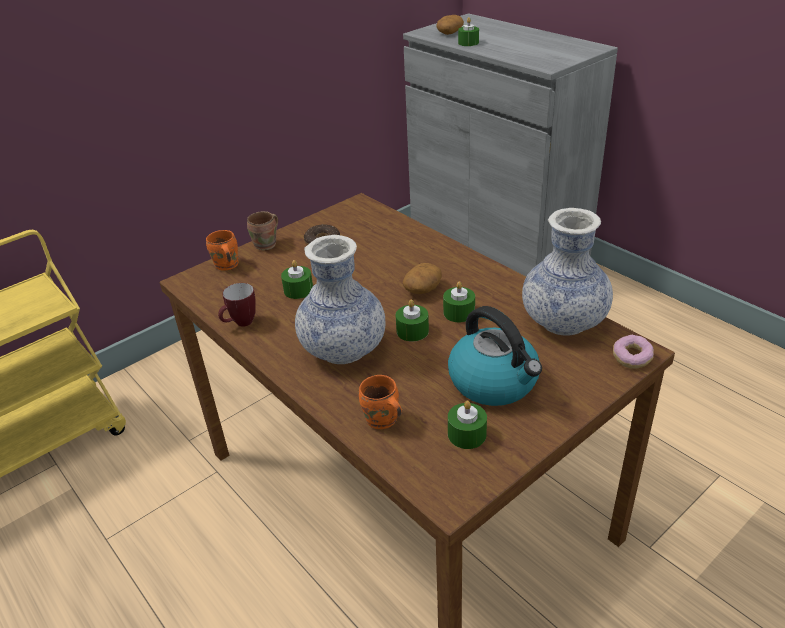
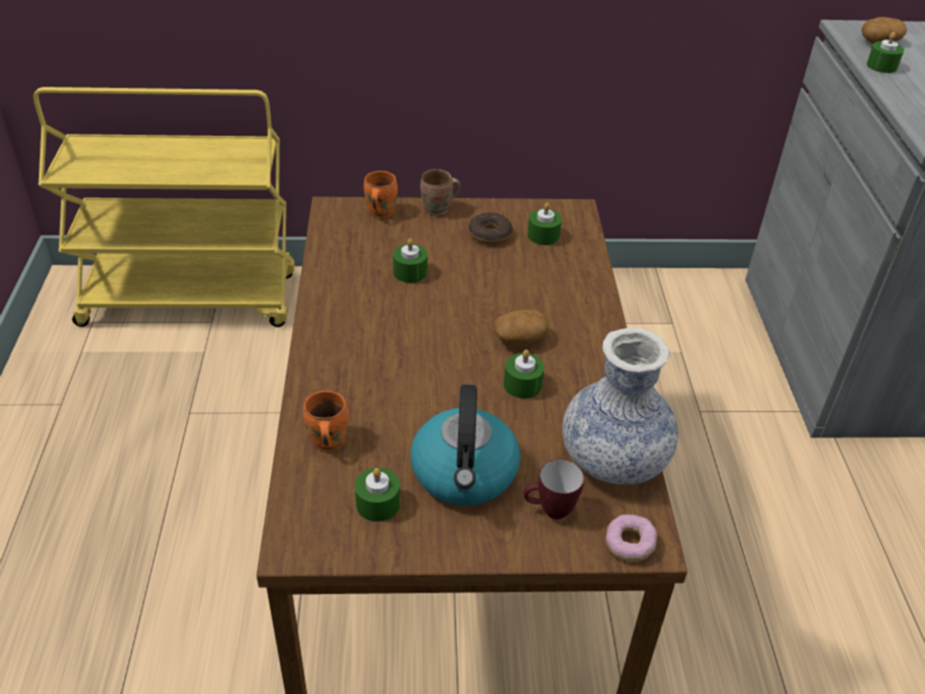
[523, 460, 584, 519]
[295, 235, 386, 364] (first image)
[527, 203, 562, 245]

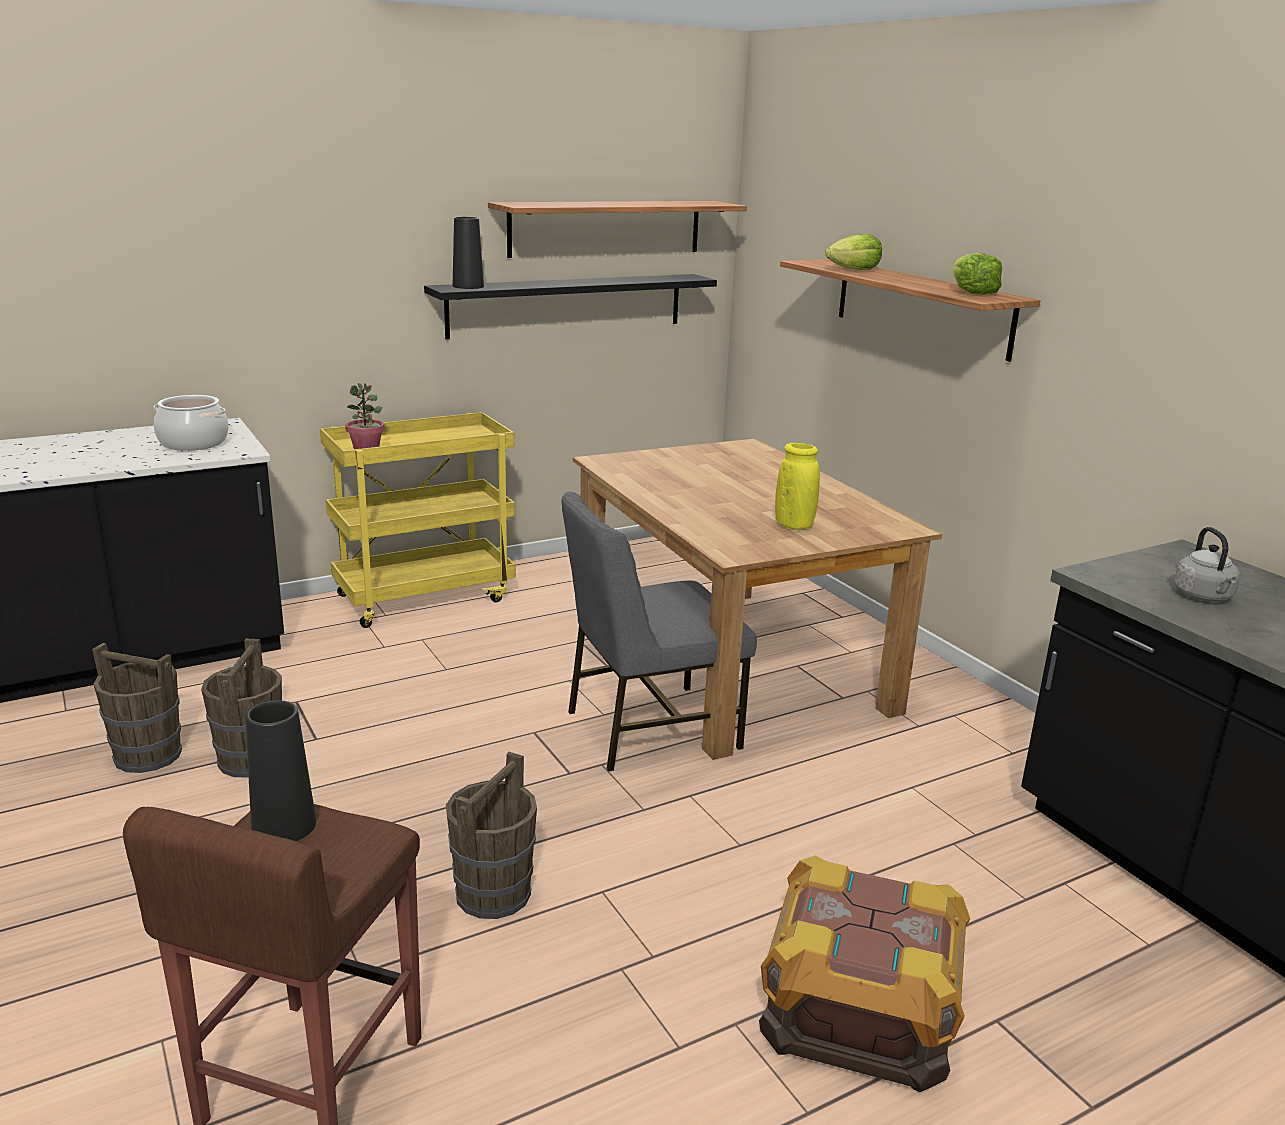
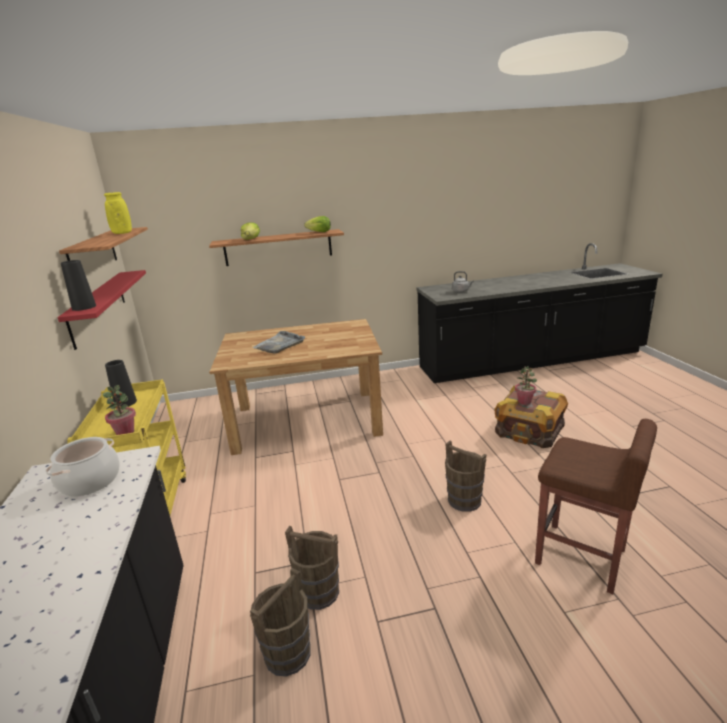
[105, 360, 137, 407]
[58, 270, 146, 350]
[562, 492, 757, 772] (first image)
[104, 192, 132, 234]
[252, 331, 305, 354]
[515, 366, 537, 405]

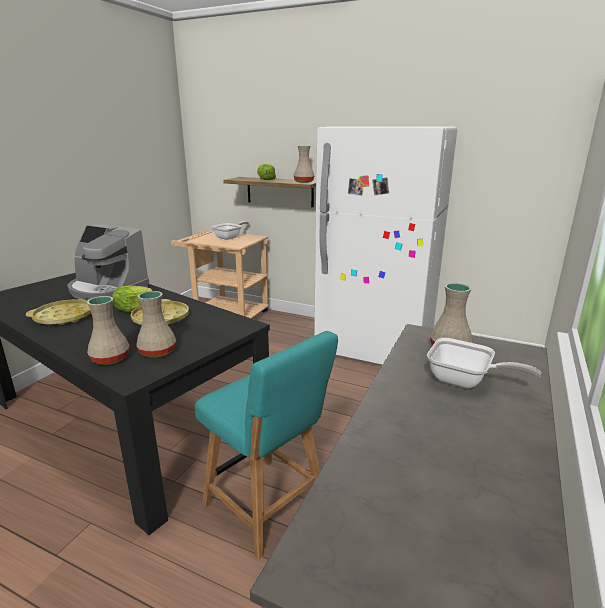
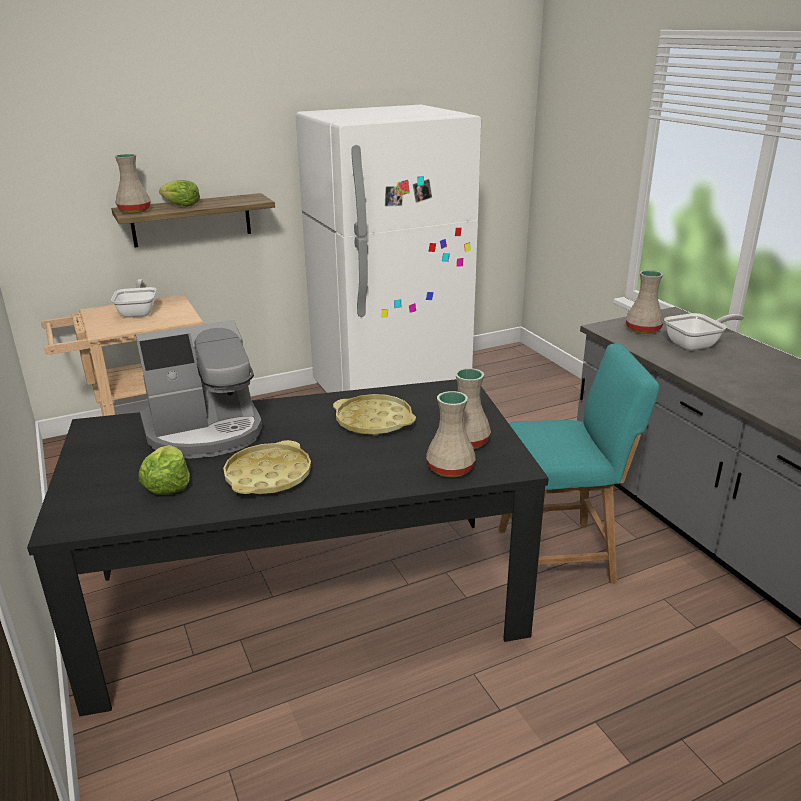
[139, 445, 190, 495]
[115, 154, 151, 213]

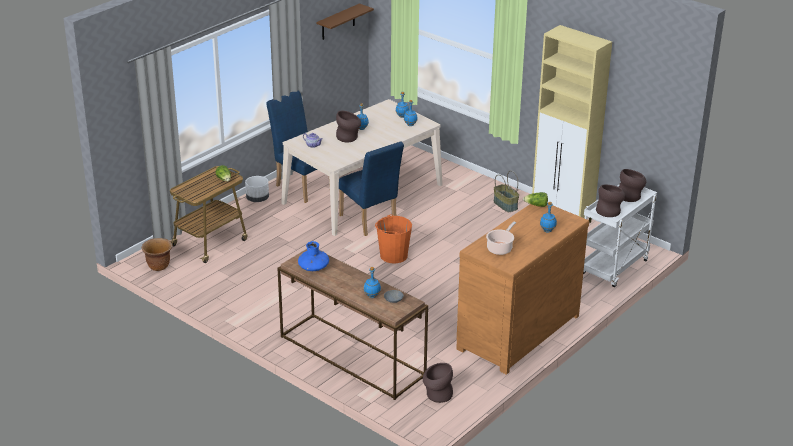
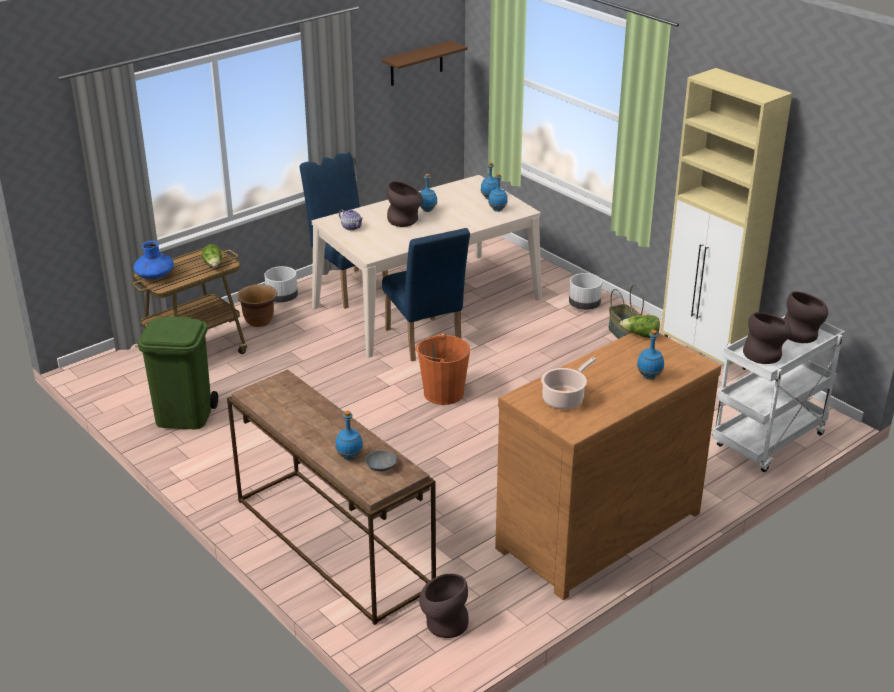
[237, 284, 277, 327]
[134, 241, 174, 279]
[138, 316, 218, 429]
[569, 273, 602, 310]

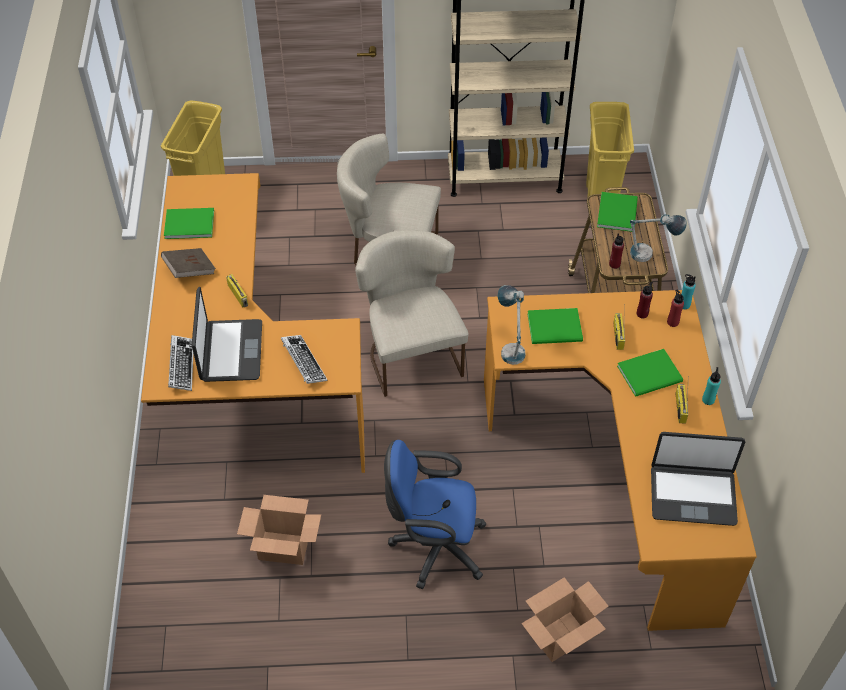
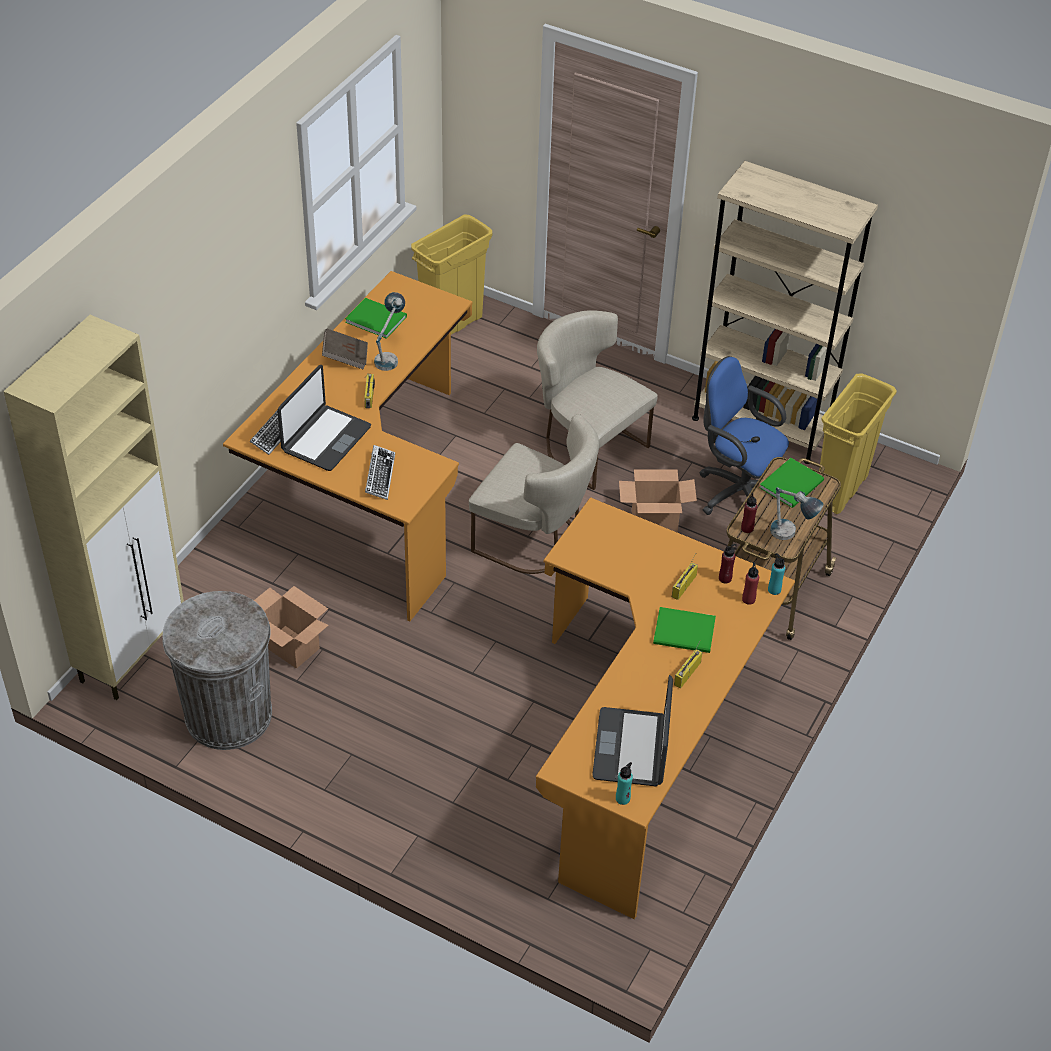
[469, 414, 599, 574]
[699, 356, 789, 515]
[374, 292, 405, 371]
[619, 469, 697, 533]
[527, 308, 583, 344] (first image)
[592, 675, 673, 786]
[616, 762, 633, 805]
[3, 315, 184, 700]
[162, 591, 272, 750]

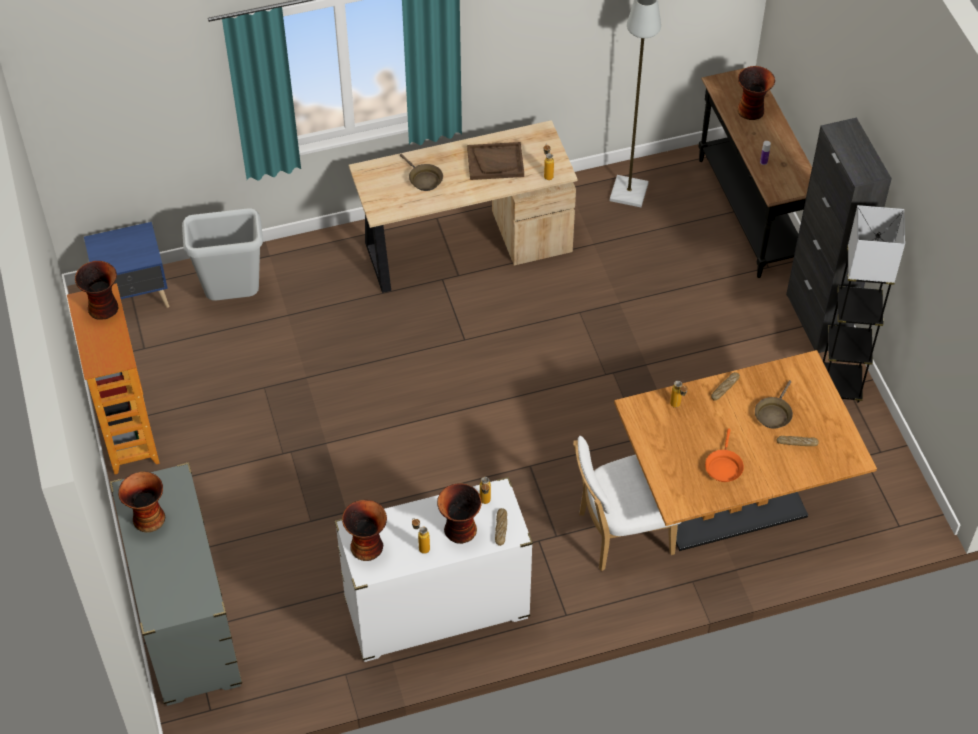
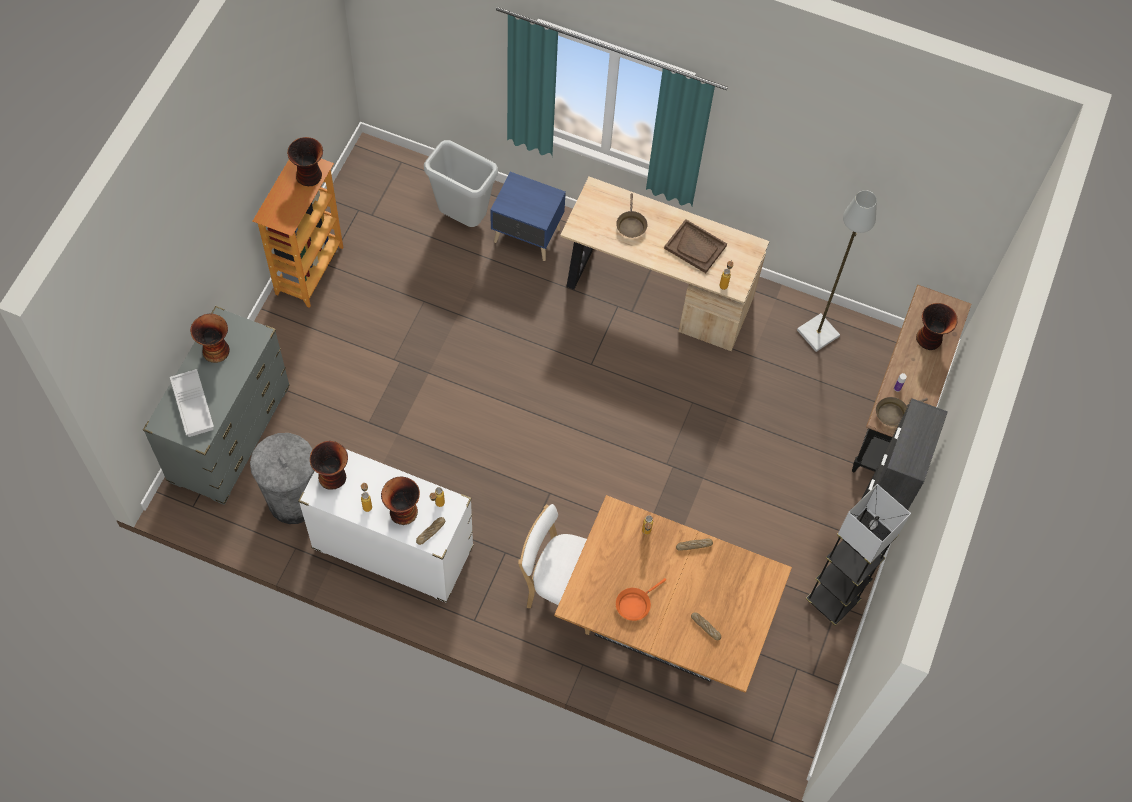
[490, 172, 566, 261]
[876, 397, 928, 427]
[170, 369, 214, 437]
[250, 433, 314, 524]

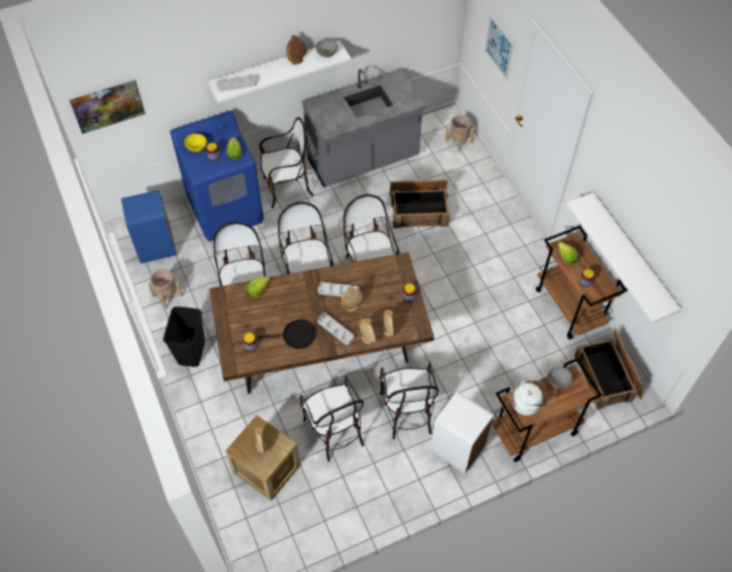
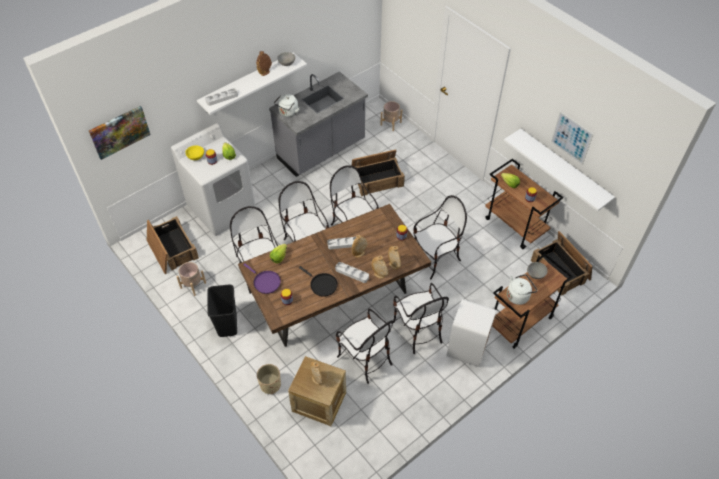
[147, 216, 199, 274]
[171, 123, 256, 236]
[299, 266, 338, 297]
[413, 195, 467, 279]
[551, 111, 594, 165]
[243, 263, 281, 294]
[257, 364, 281, 394]
[274, 94, 300, 117]

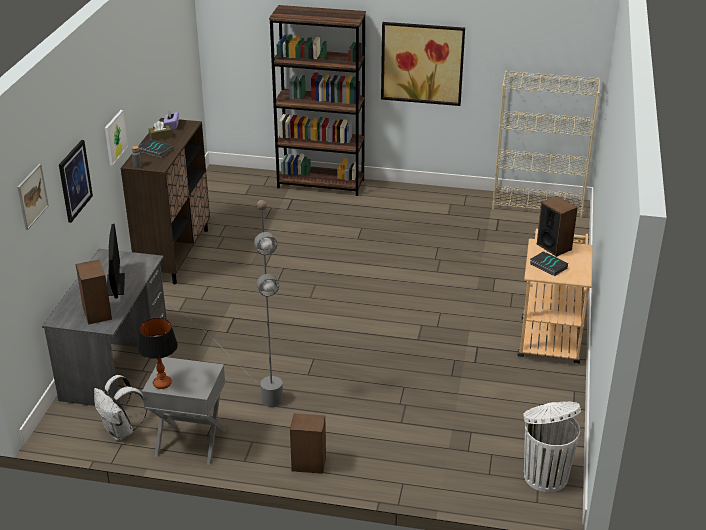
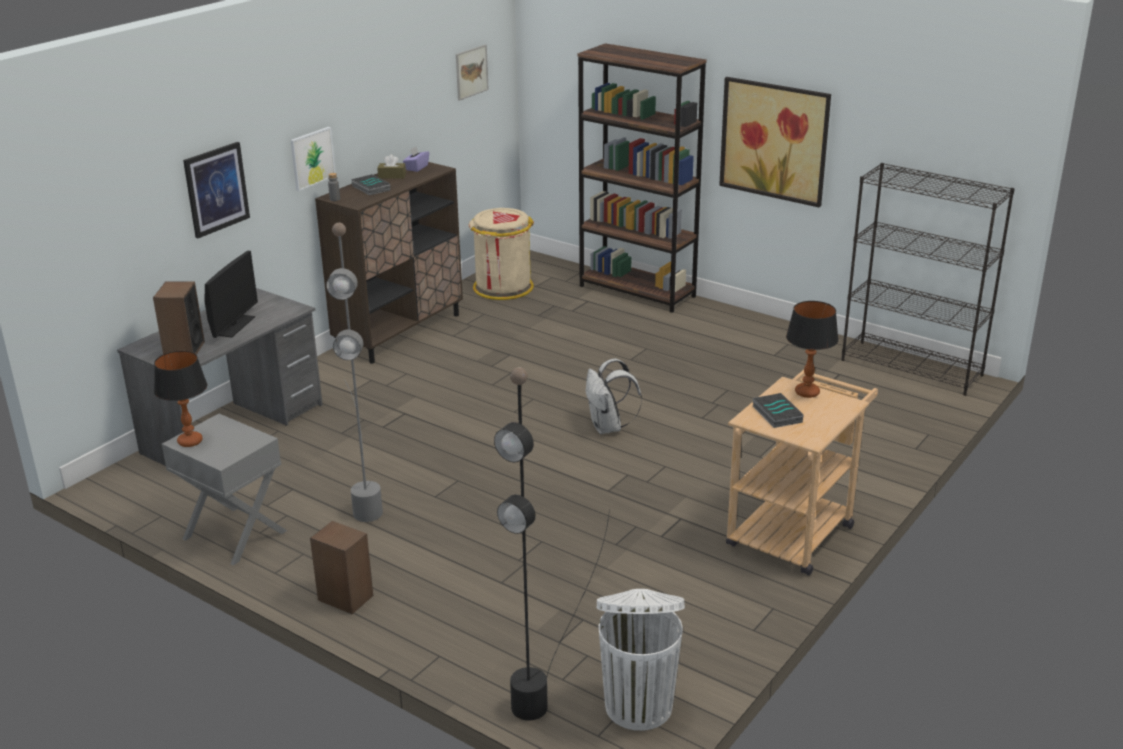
[456, 45, 489, 101]
[585, 359, 642, 434]
[842, 163, 1015, 396]
[786, 301, 839, 398]
[468, 208, 534, 300]
[494, 367, 610, 721]

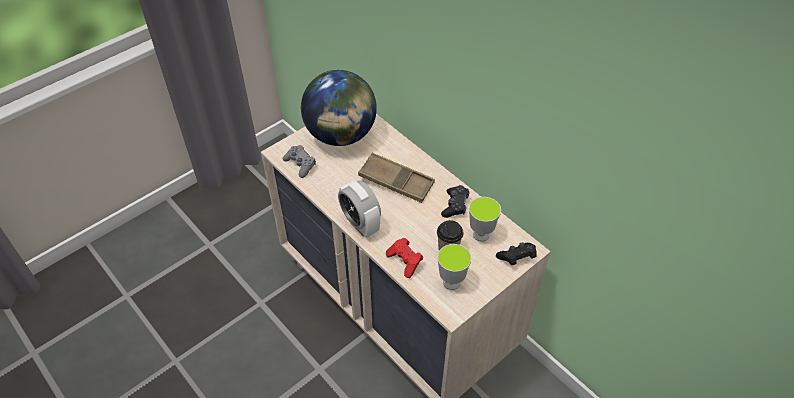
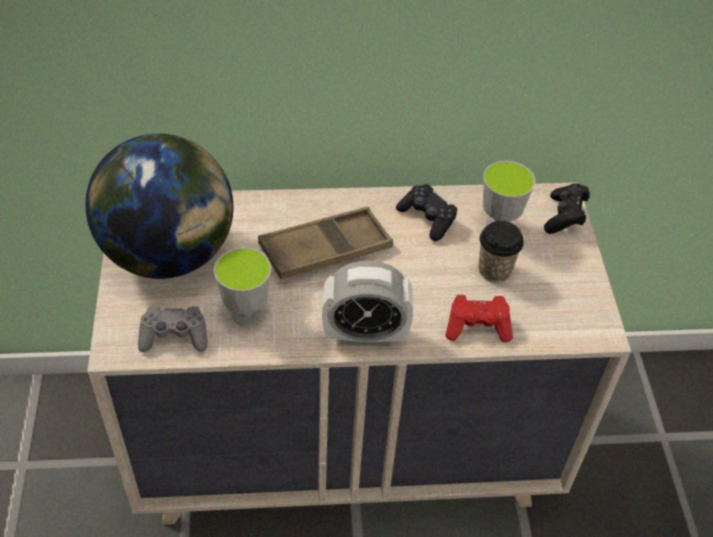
[214, 247, 271, 326]

